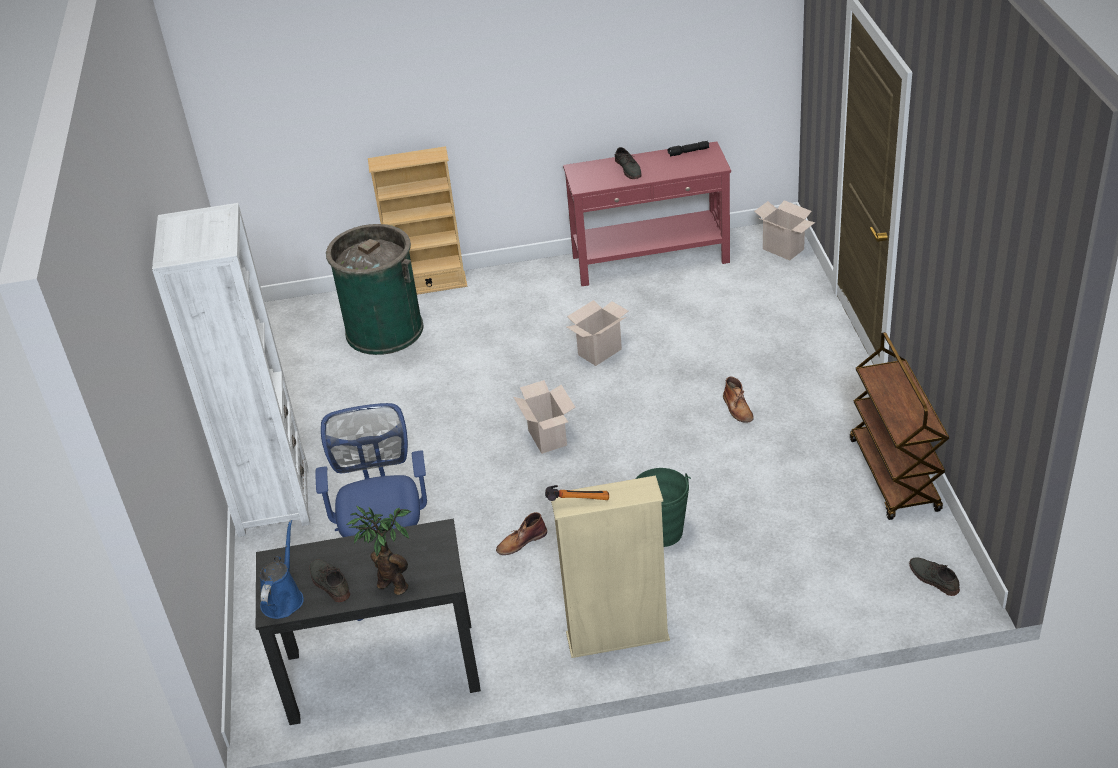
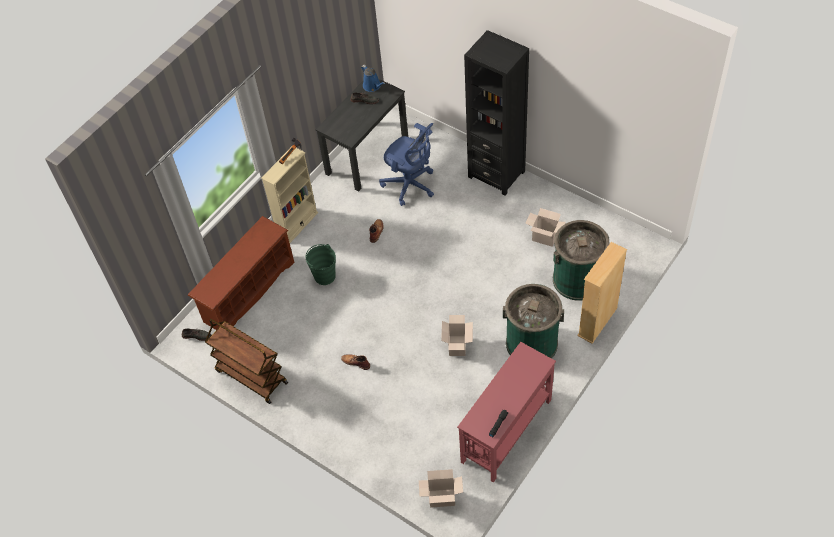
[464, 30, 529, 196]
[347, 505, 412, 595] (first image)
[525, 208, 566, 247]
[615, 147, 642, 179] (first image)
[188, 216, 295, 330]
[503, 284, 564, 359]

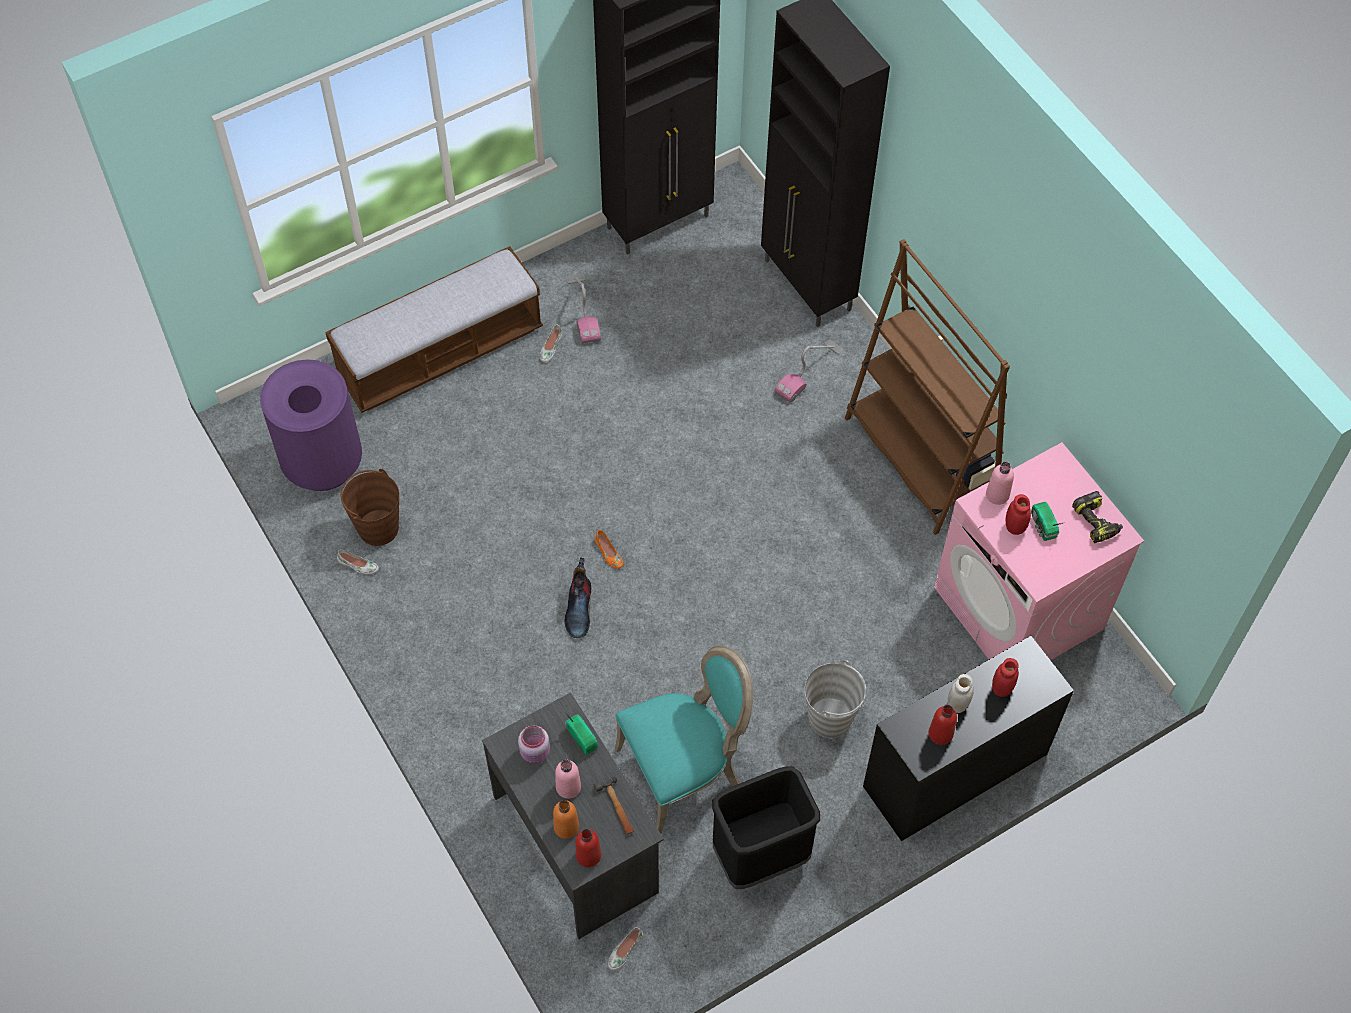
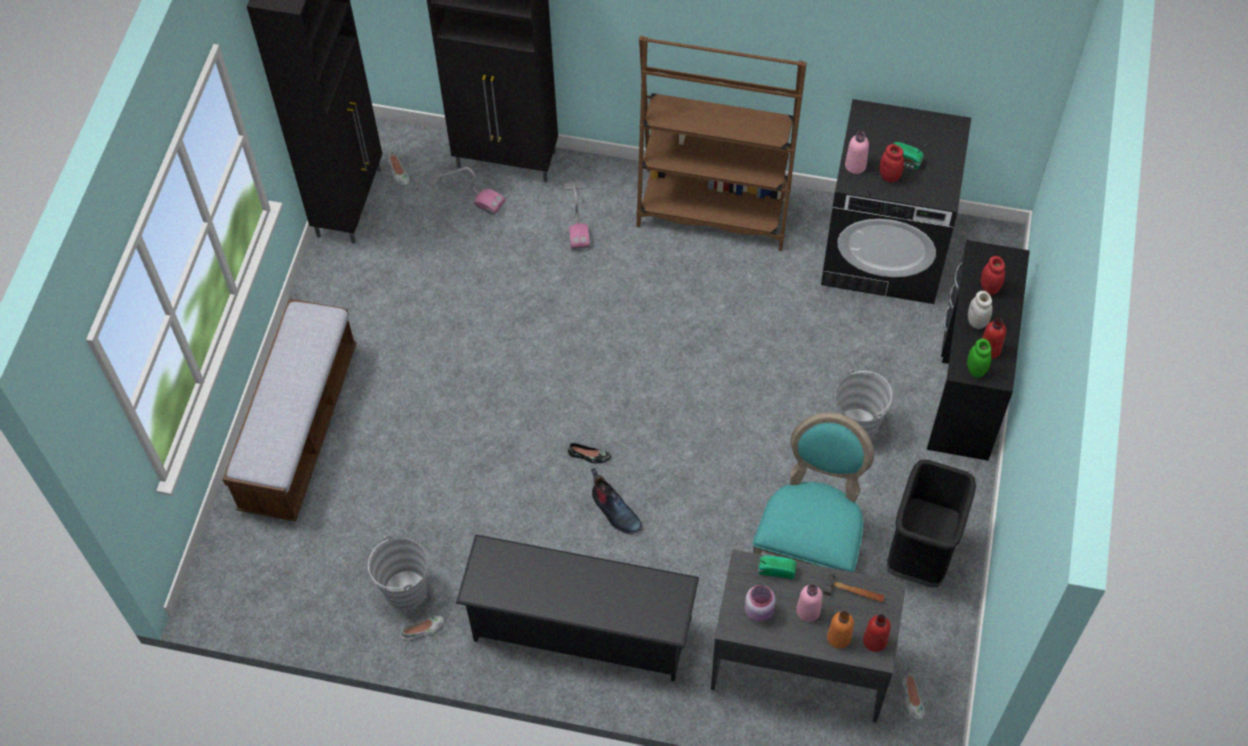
[260, 360, 362, 491] (first image)
[368, 536, 428, 610]
[388, 151, 409, 185]
[428, 167, 505, 215]
[568, 443, 611, 463]
[821, 99, 971, 304]
[1072, 491, 1123, 543] (first image)
[456, 534, 699, 681]
[967, 339, 991, 377]

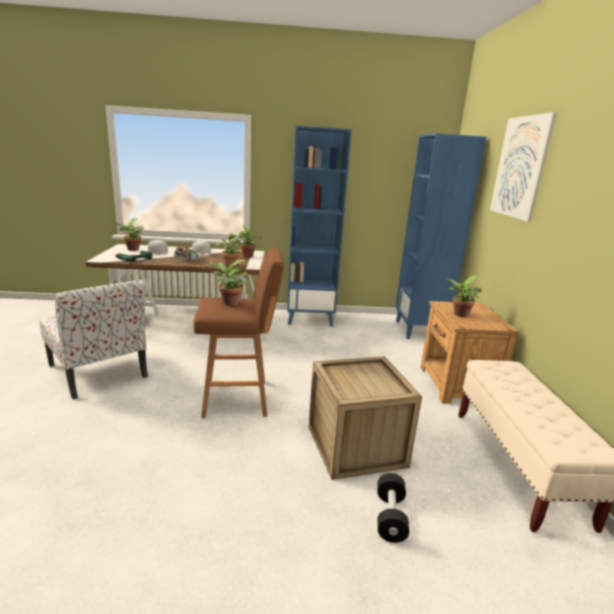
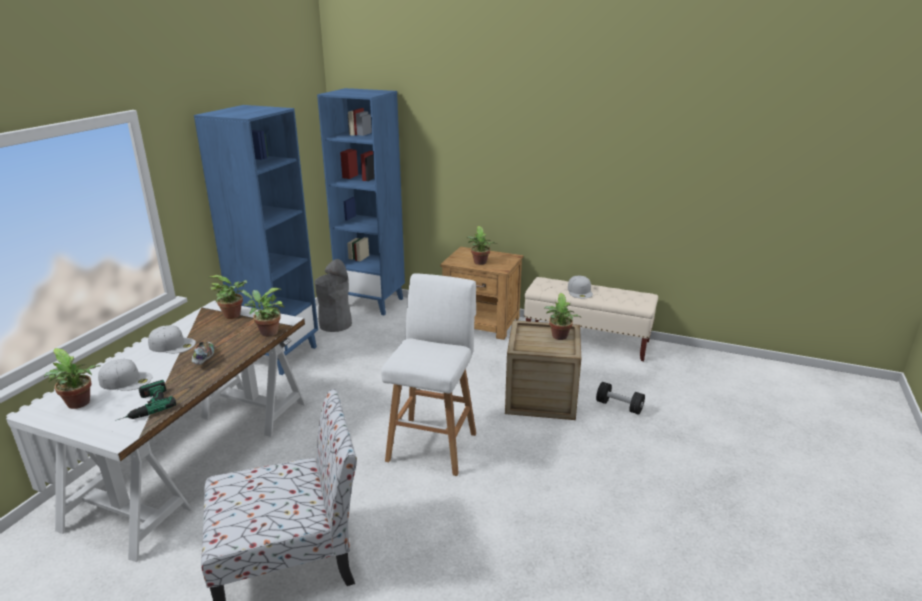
[381, 274, 476, 476]
[545, 293, 581, 340]
[490, 112, 557, 222] (first image)
[315, 259, 352, 332]
[568, 276, 593, 298]

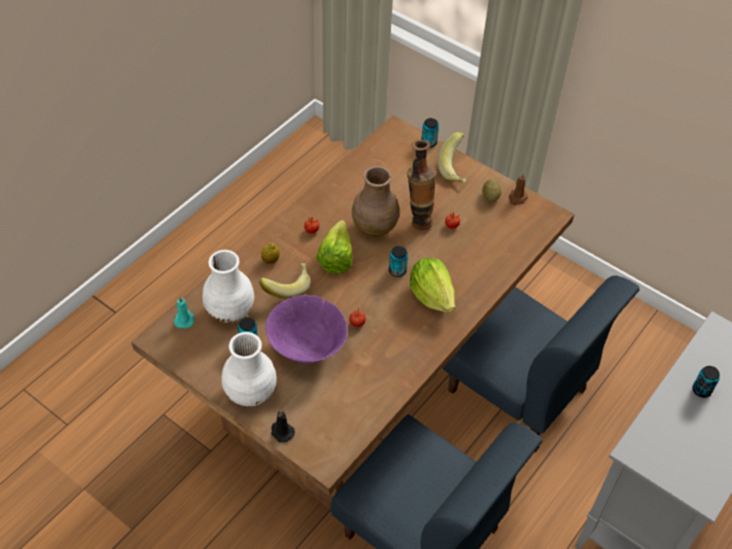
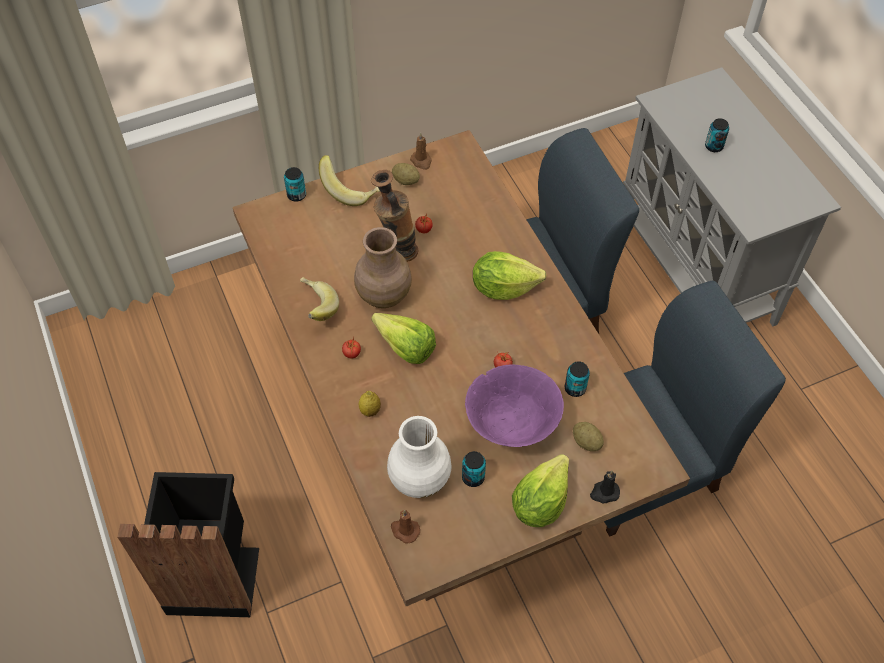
[391, 510, 420, 544]
[512, 454, 569, 527]
[300, 277, 339, 321]
[565, 361, 590, 397]
[117, 472, 259, 617]
[573, 422, 604, 451]

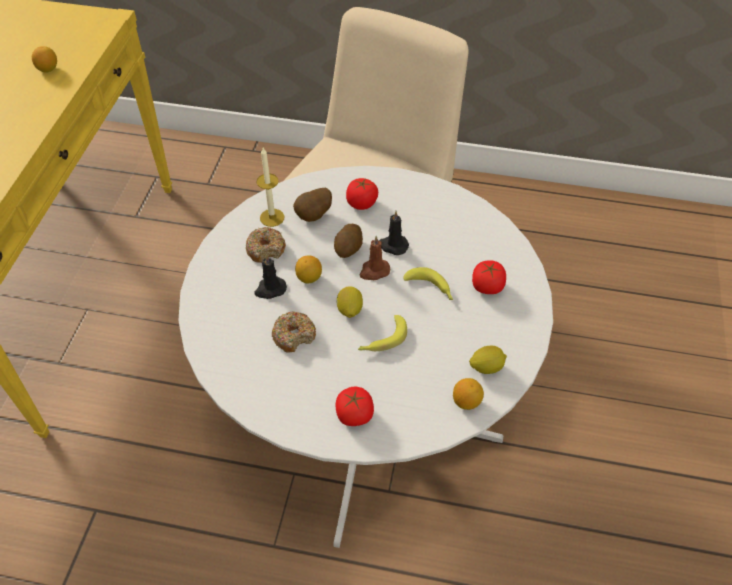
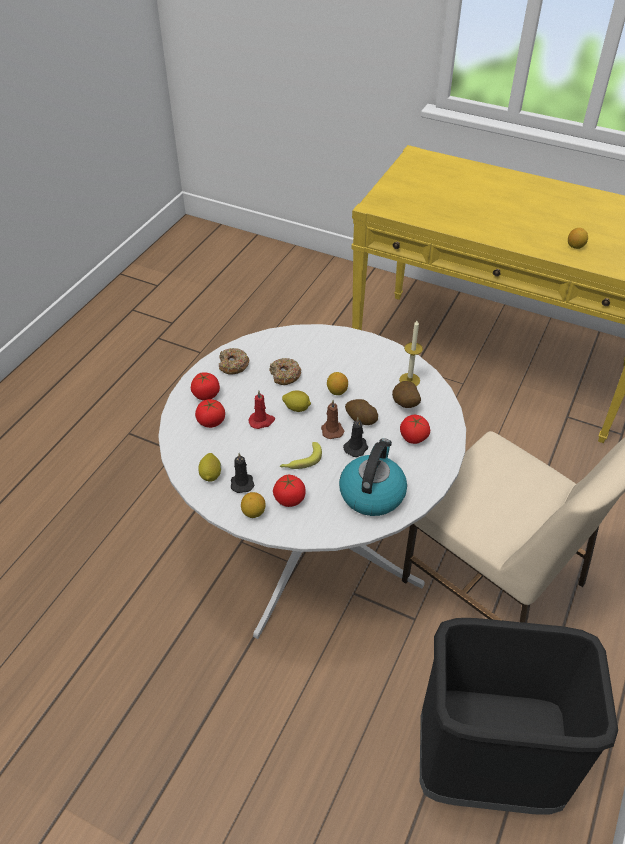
[218, 348, 250, 375]
[231, 453, 255, 493]
[248, 391, 275, 429]
[241, 492, 265, 518]
[195, 399, 225, 428]
[339, 438, 407, 516]
[420, 618, 618, 814]

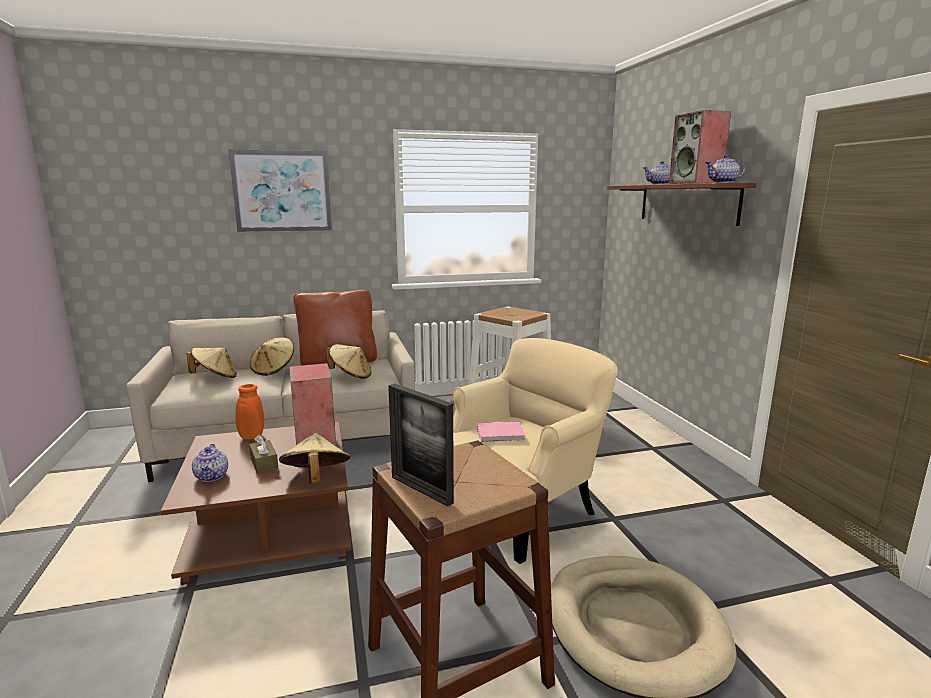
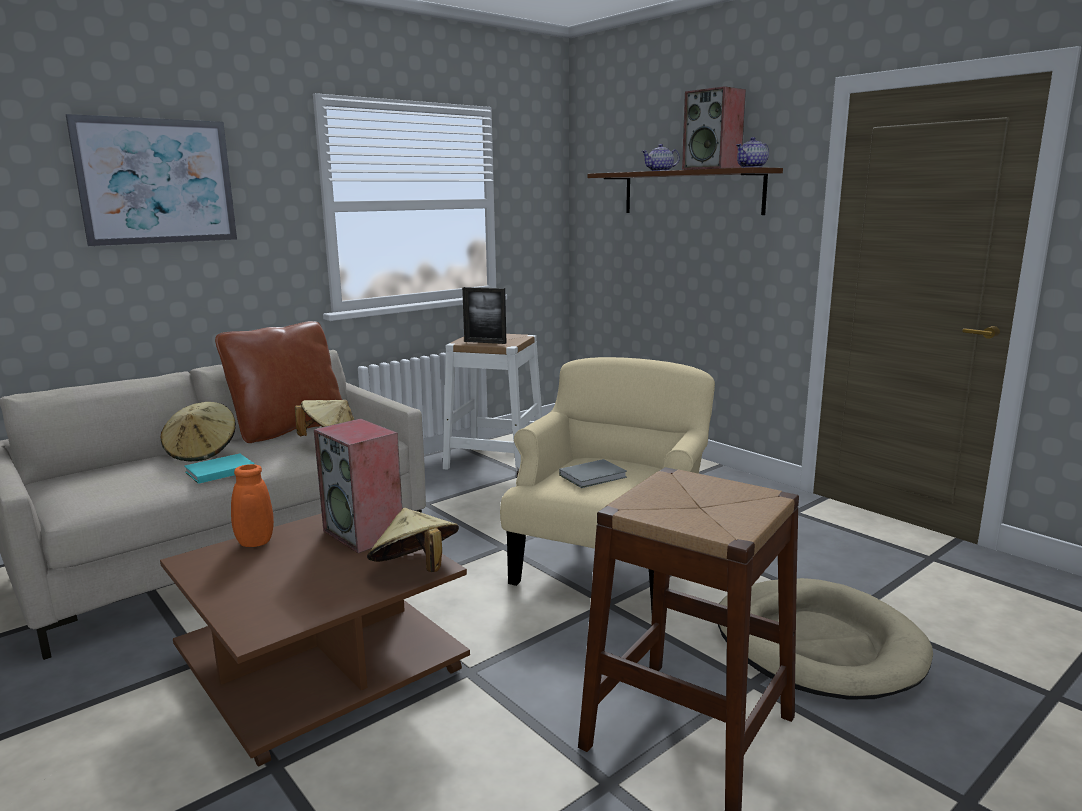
[187, 348, 237, 378] (first image)
[192, 444, 228, 482] (first image)
[249, 434, 278, 474] (first image)
[462, 287, 506, 344]
[559, 459, 627, 488]
[185, 453, 255, 484]

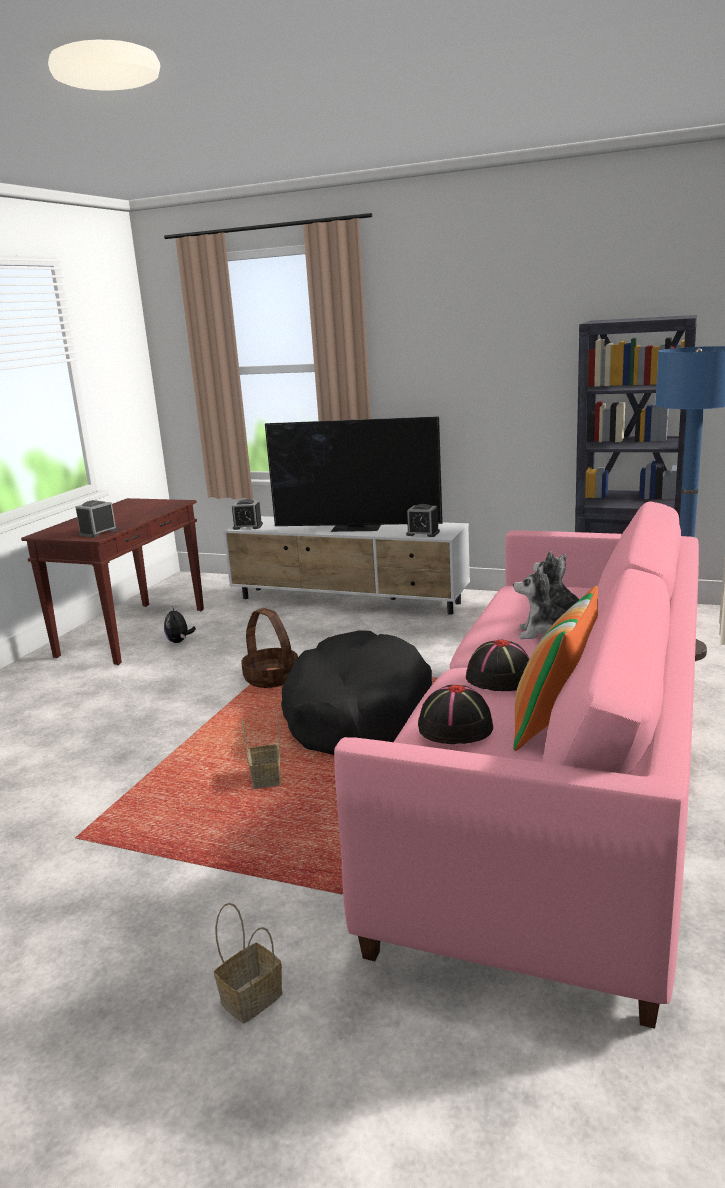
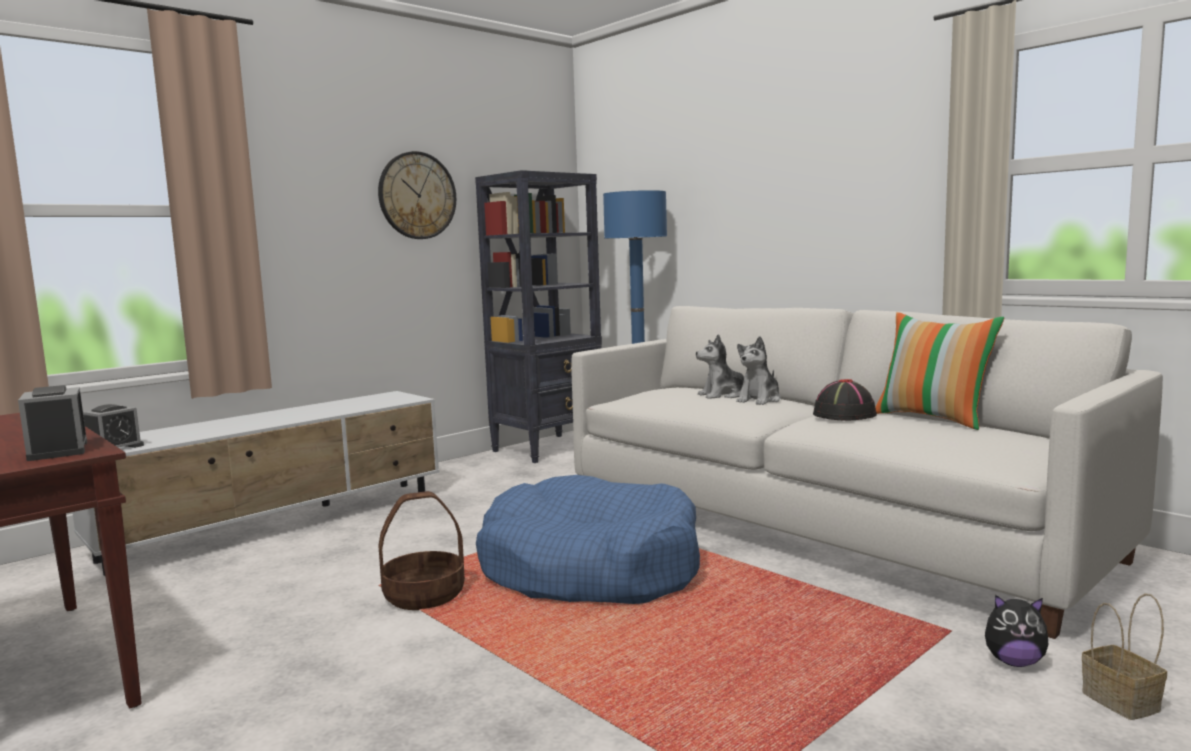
[985, 595, 1049, 667]
[242, 715, 281, 789] (first image)
[265, 416, 443, 532] (first image)
[476, 475, 700, 604]
[571, 306, 1163, 639]
[406, 504, 440, 537] (first image)
[418, 685, 493, 744] (first image)
[378, 151, 456, 239]

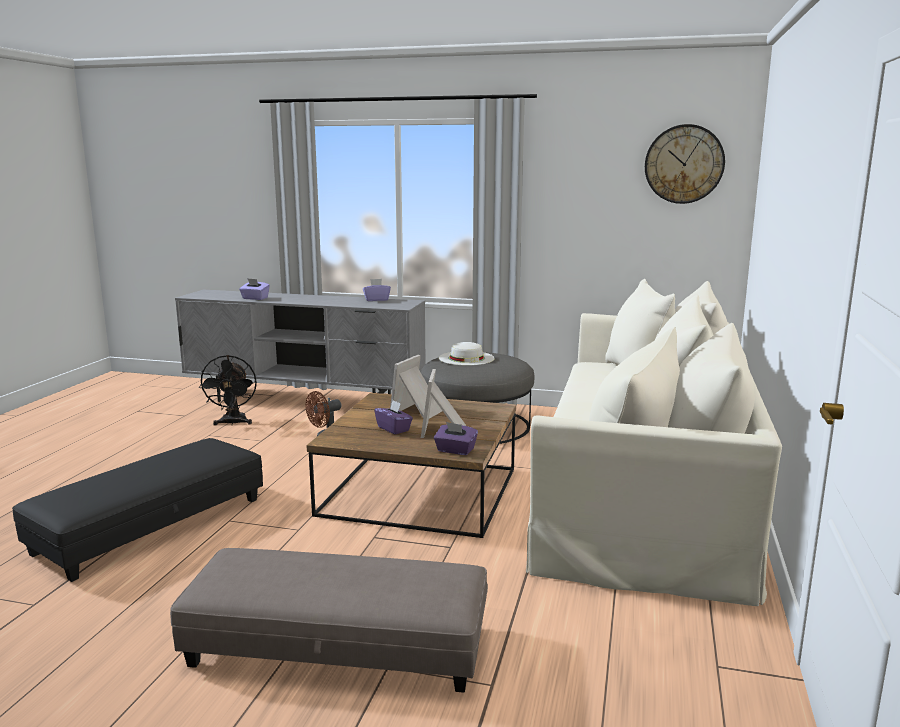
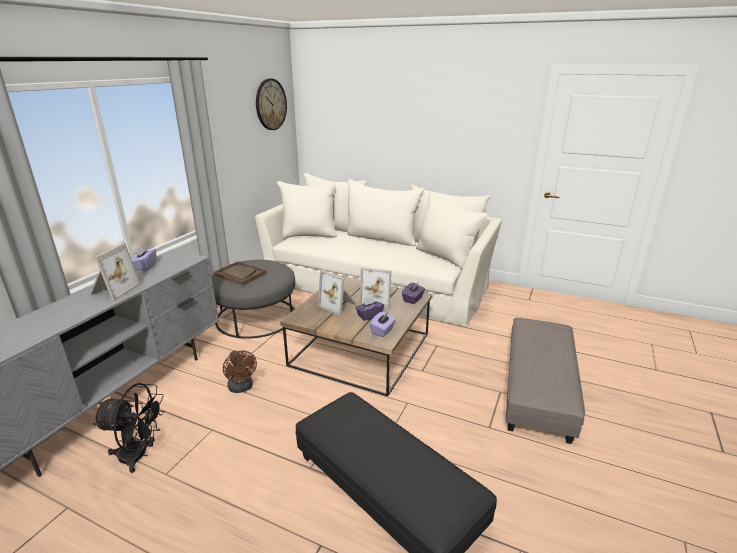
[370, 311, 396, 337]
[214, 261, 267, 285]
[89, 243, 140, 301]

